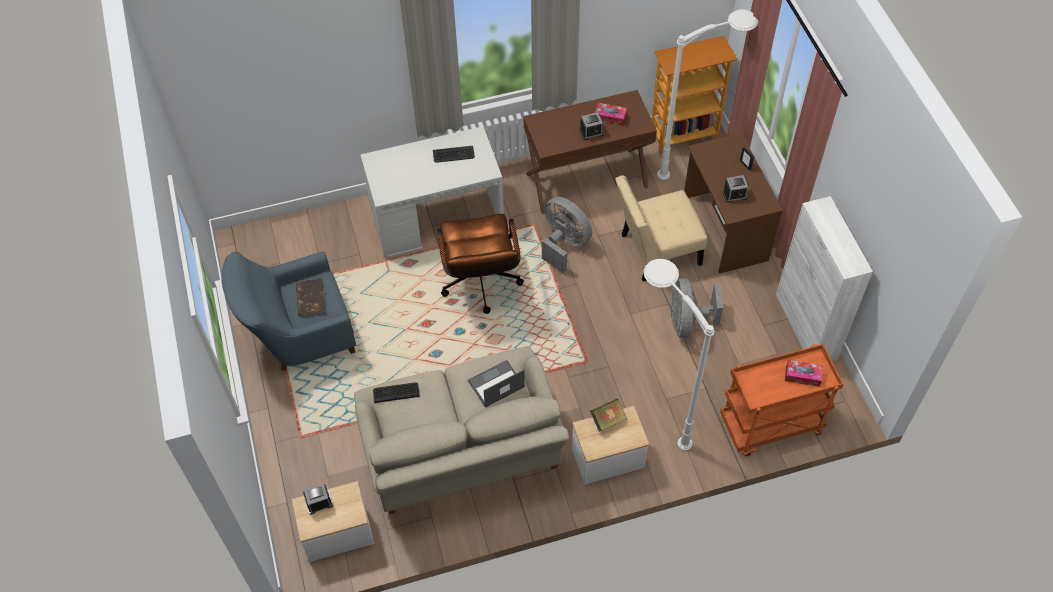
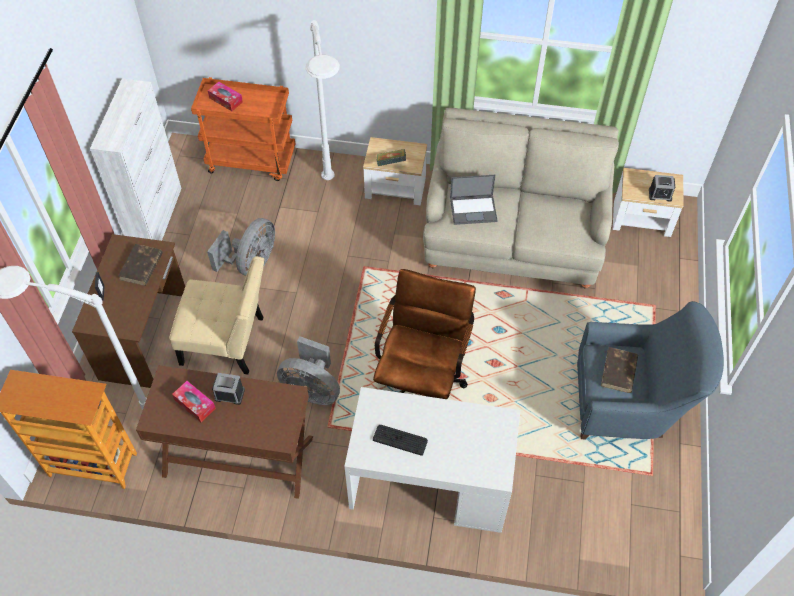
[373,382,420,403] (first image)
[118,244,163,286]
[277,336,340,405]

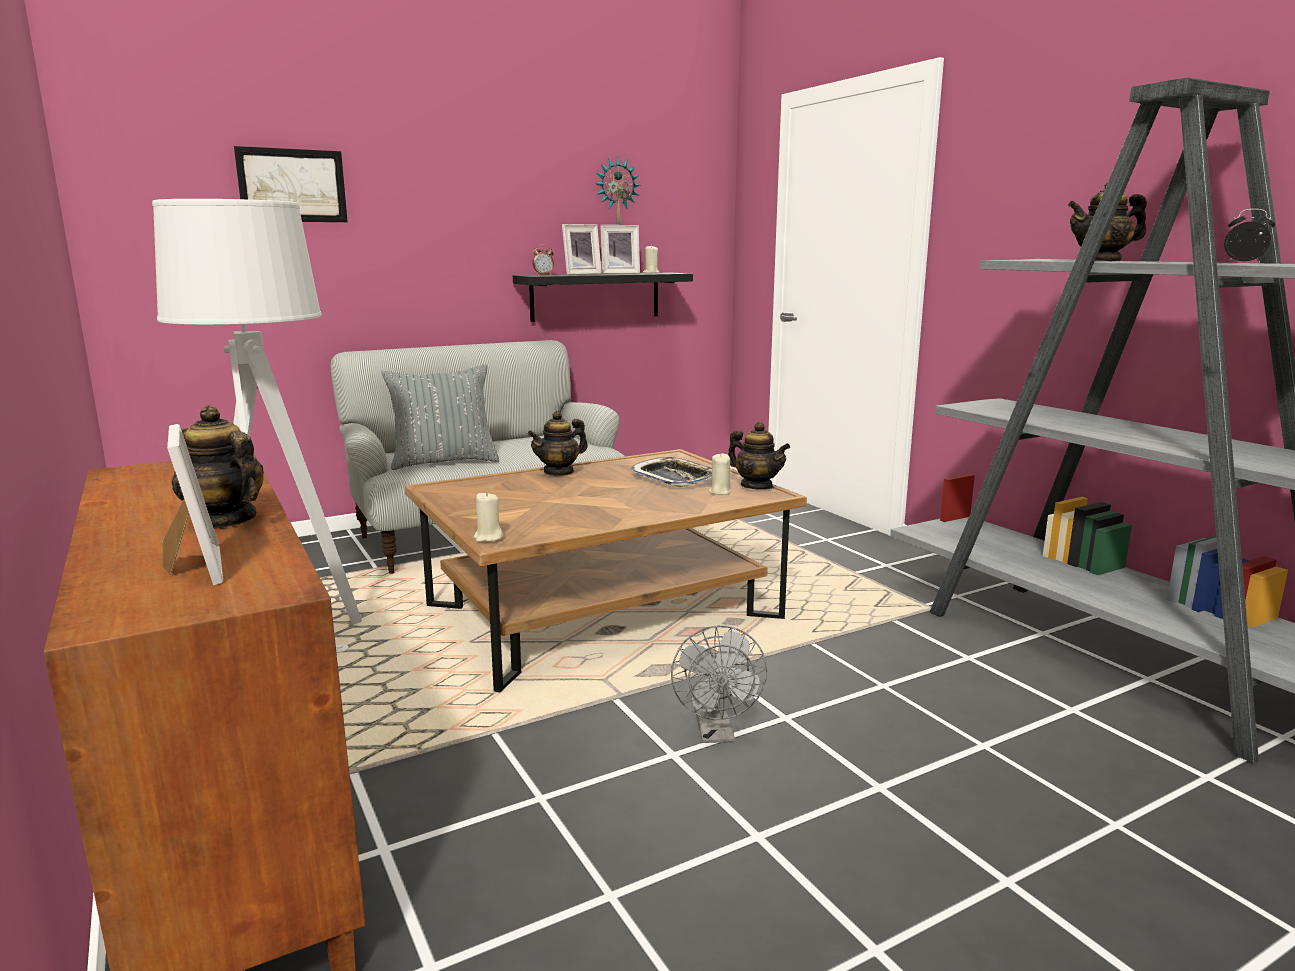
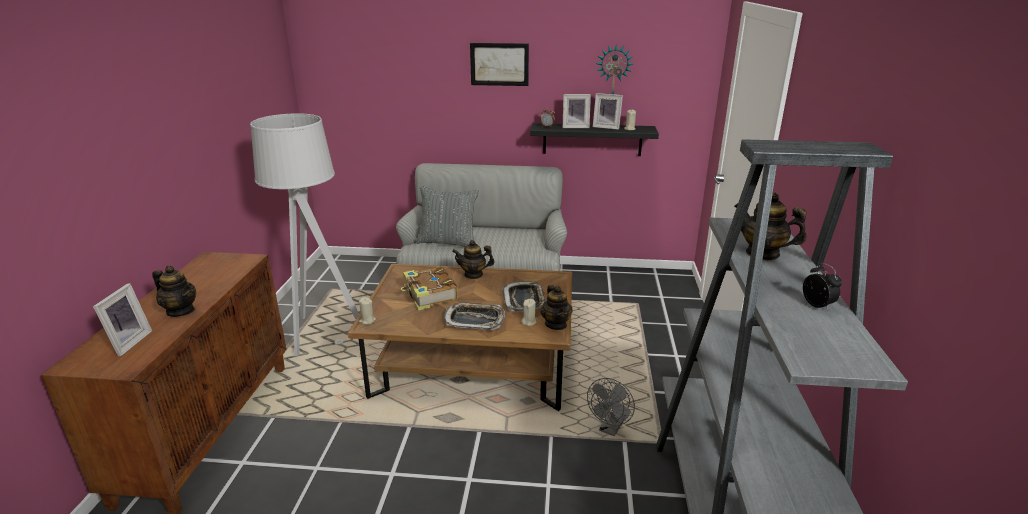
[401,266,458,310]
[444,303,505,330]
[470,43,529,86]
[587,378,635,436]
[152,265,196,317]

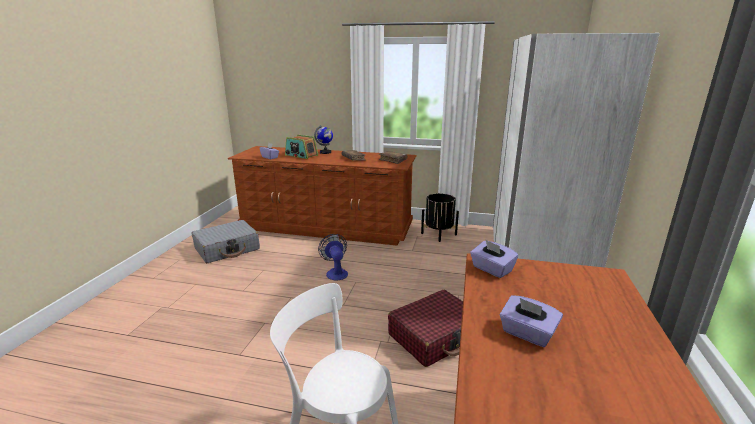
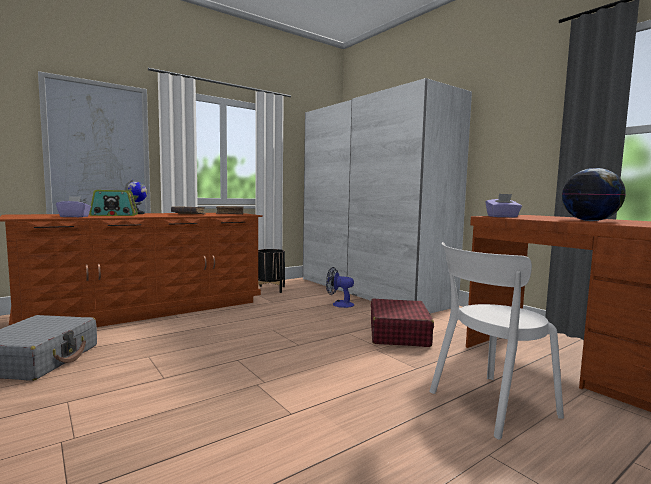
[38,71,151,214]
[326,267,354,308]
[562,168,626,221]

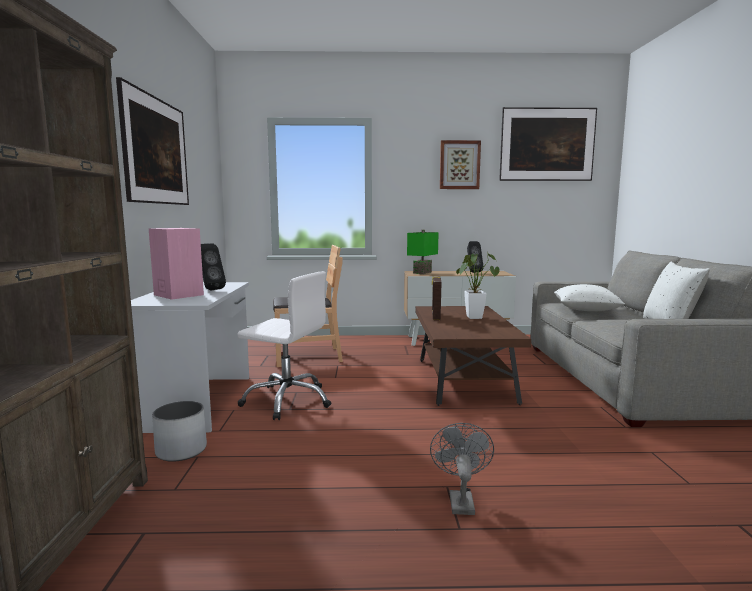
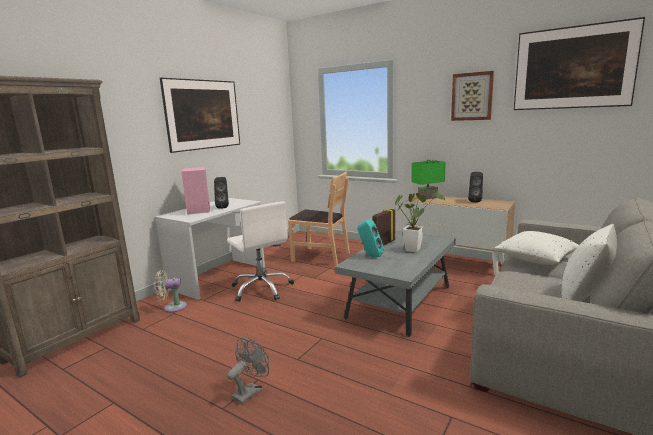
[357,219,384,257]
[154,270,187,313]
[335,230,456,337]

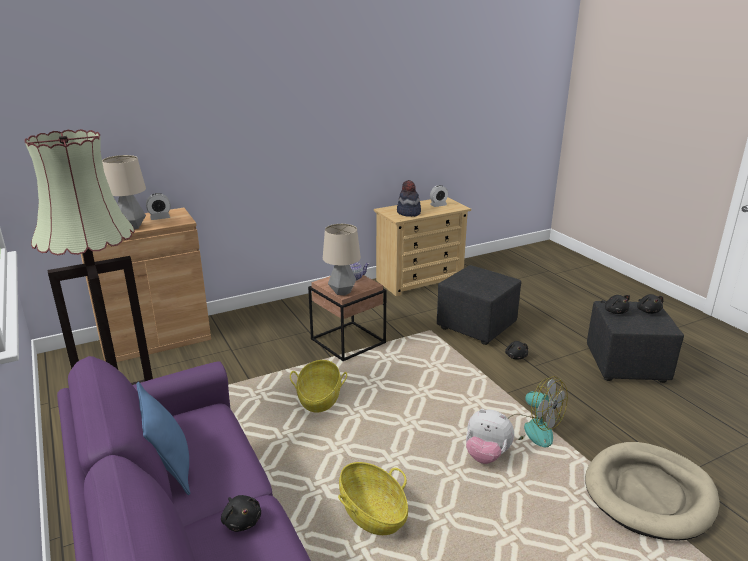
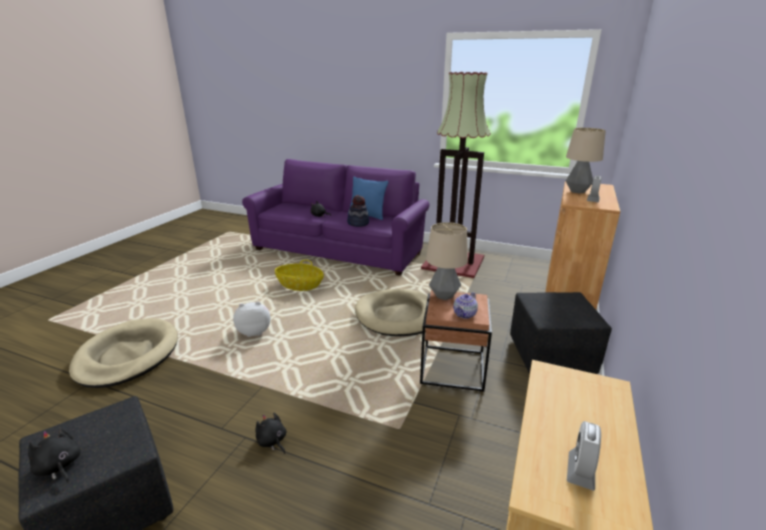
[508,376,568,447] (first image)
[600,295,630,314] (first image)
[347,195,369,227]
[510,292,612,374]
[355,289,428,336]

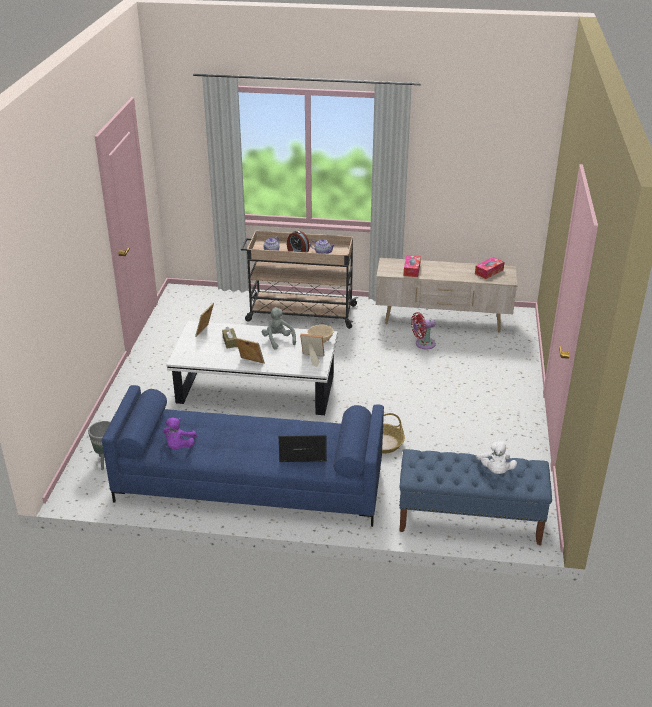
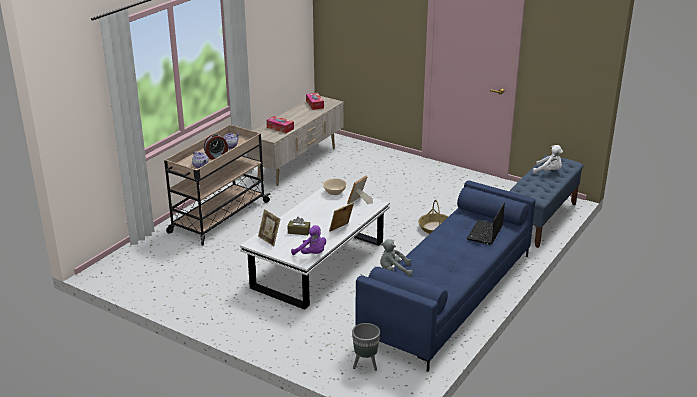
[411,312,436,349] (first image)
[291,225,326,255]
[380,239,413,277]

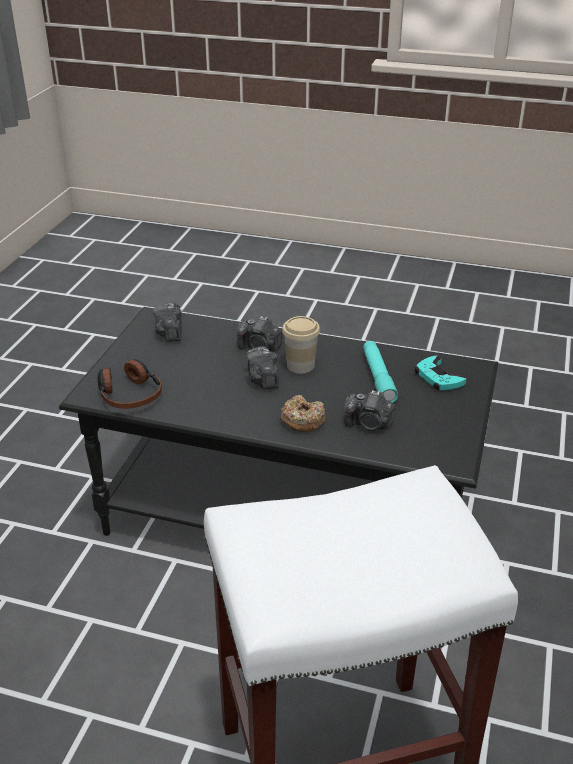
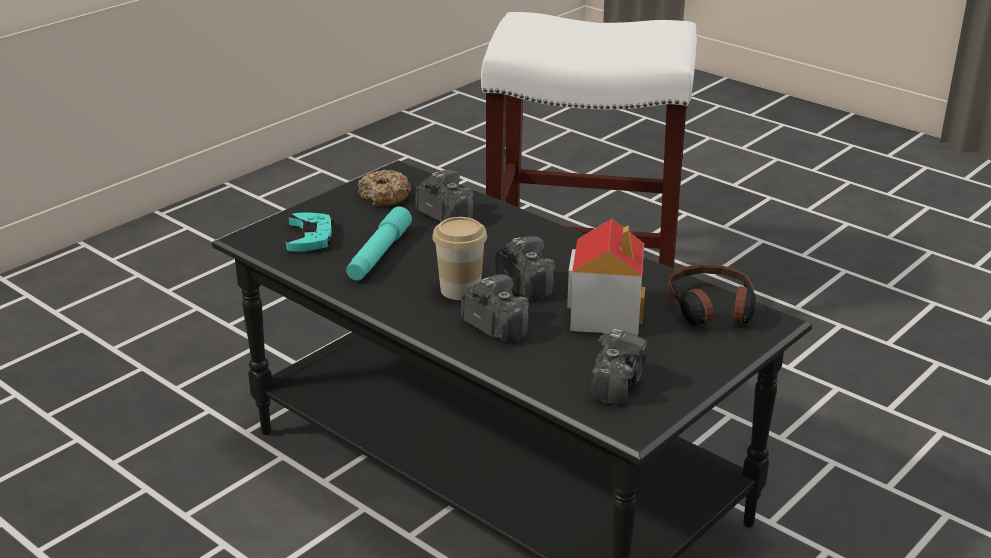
[567,219,645,336]
[358,169,411,207]
[495,236,555,301]

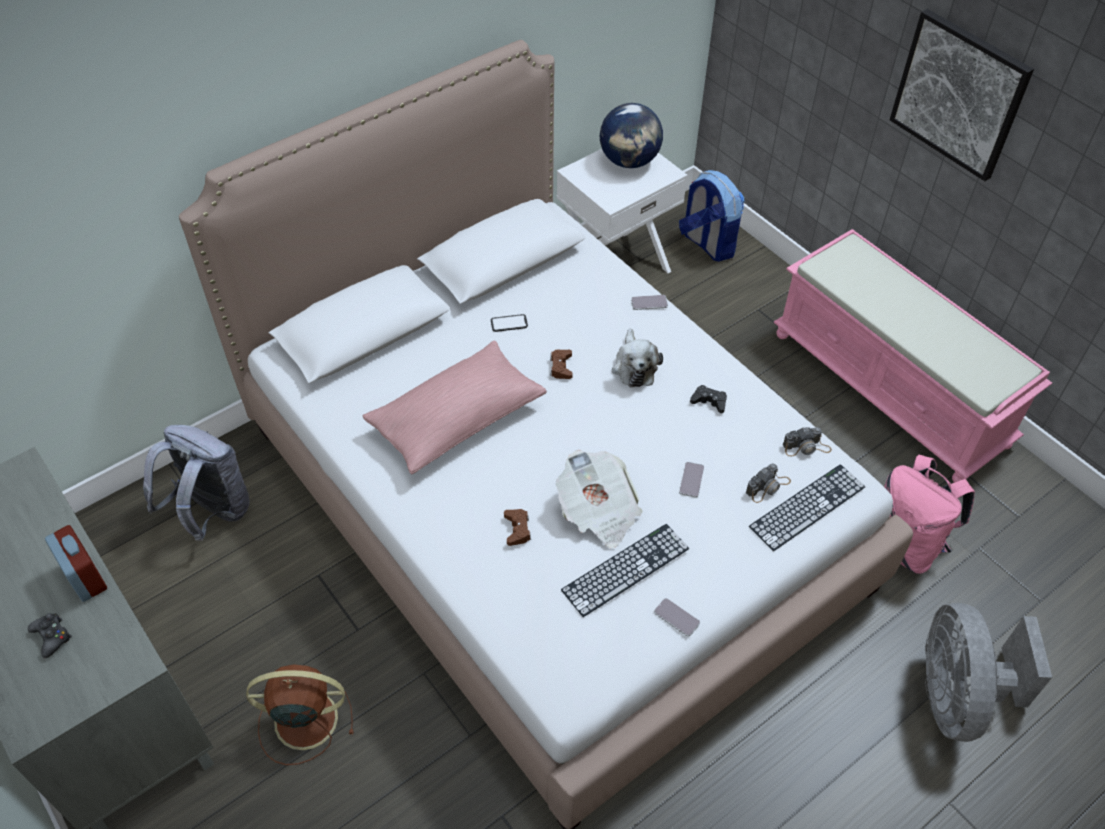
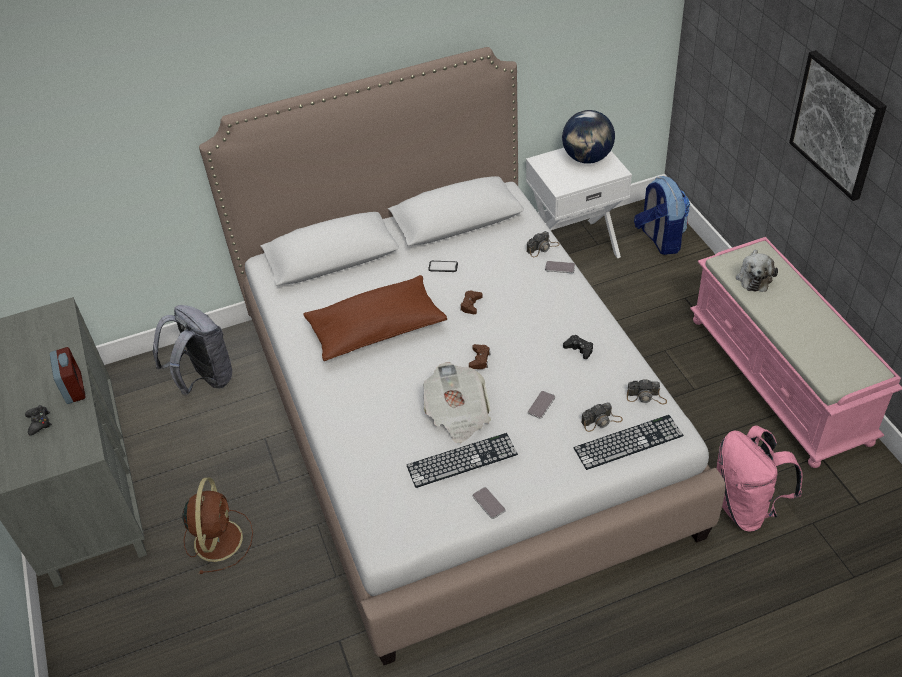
[925,603,1052,742] (first image)
[527,231,560,257]
[469,344,491,369]
[736,250,778,292]
[303,275,447,361]
[182,478,253,574]

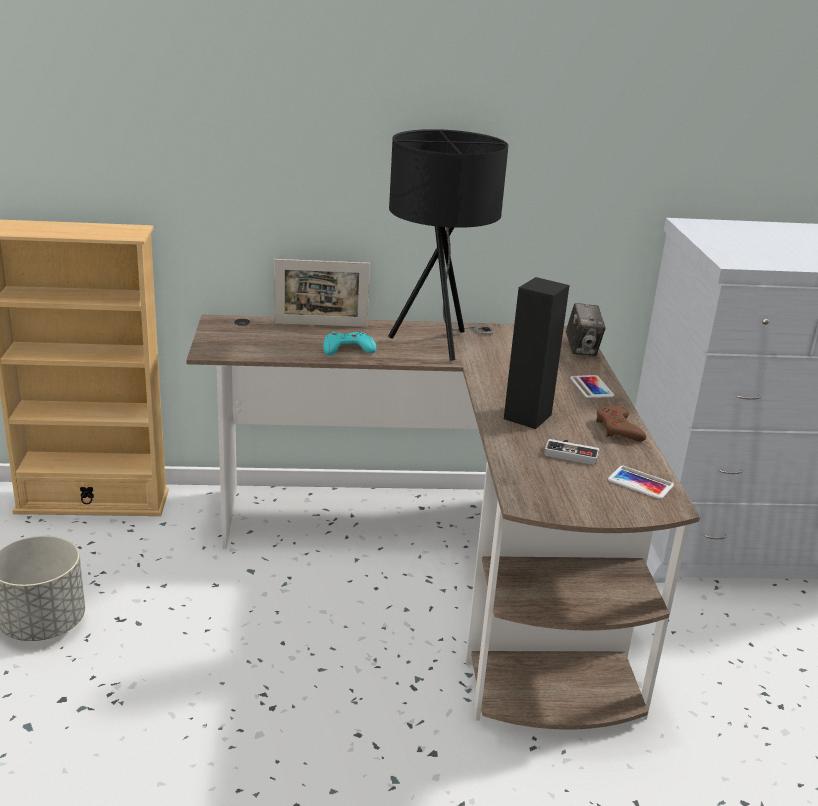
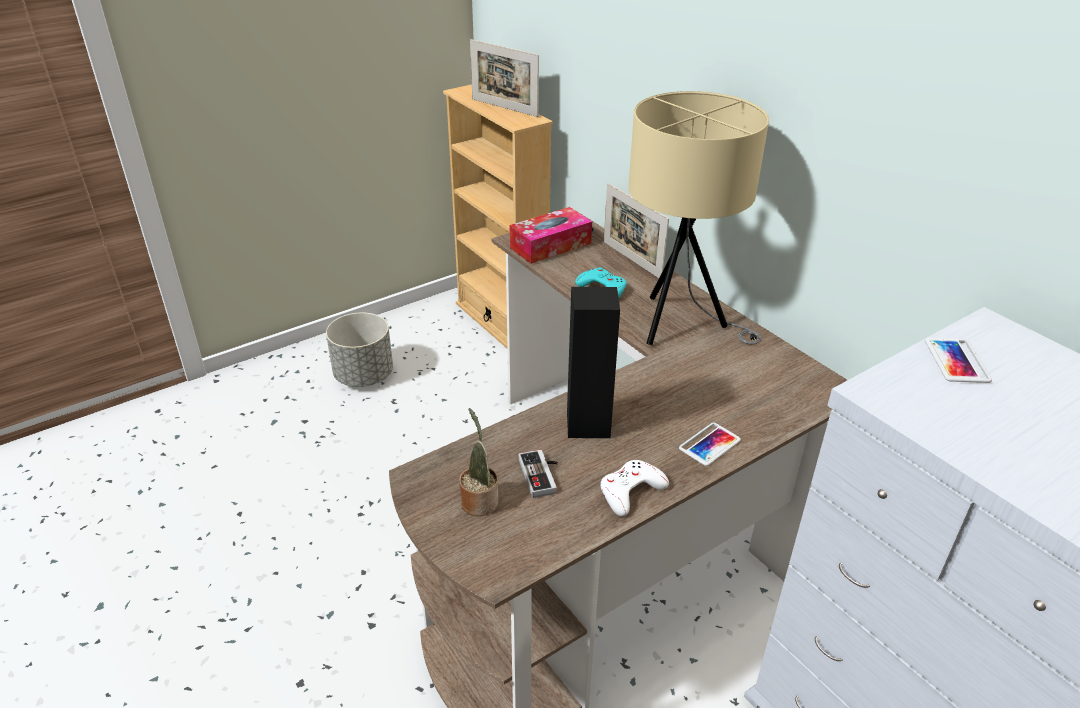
[566,303,606,356] (first image)
[459,408,498,516]
[470,39,539,117]
[509,207,592,264]
[925,338,992,383]
[628,91,769,345]
[601,460,669,516]

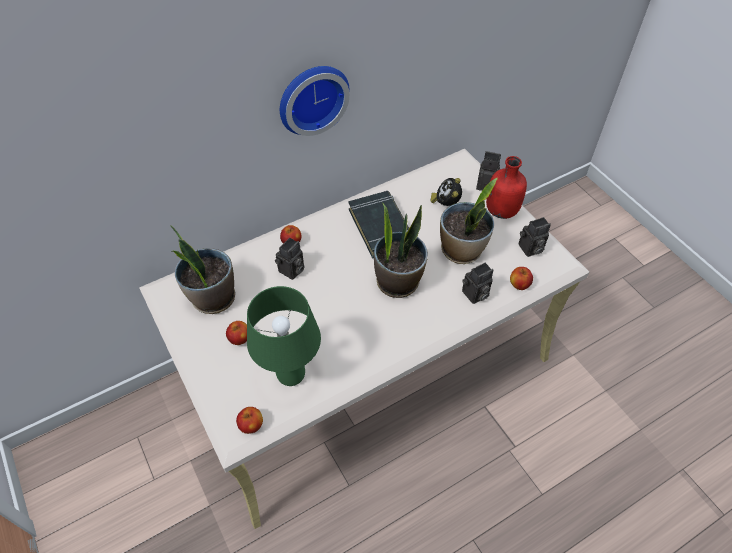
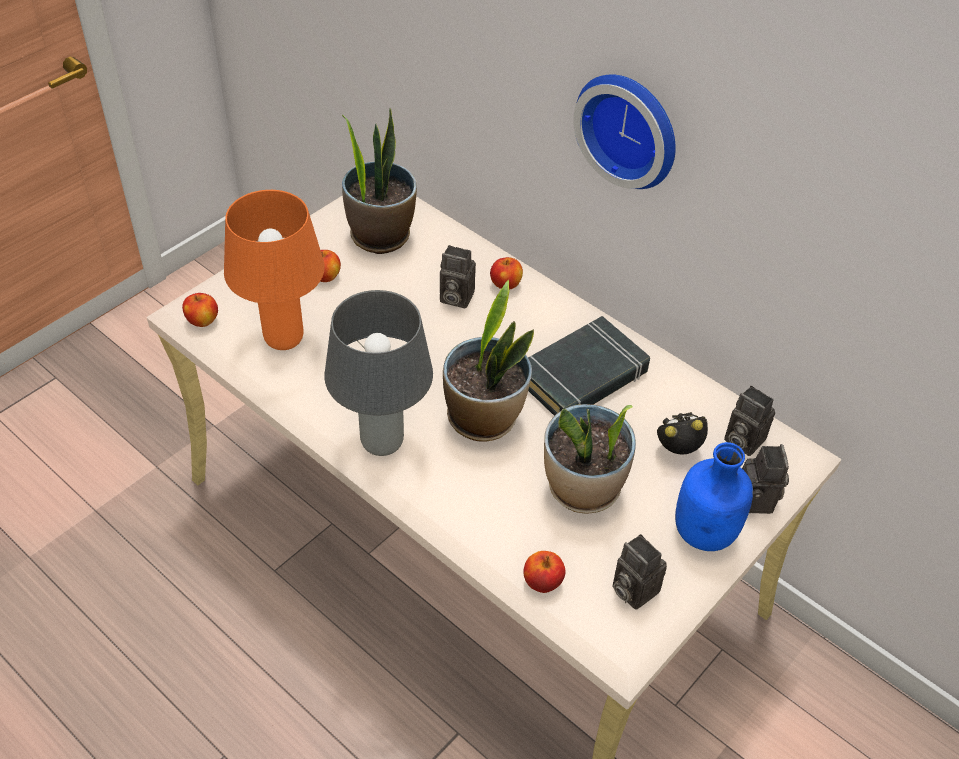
[324,290,433,456]
[724,386,775,456]
[224,190,325,350]
[675,442,753,551]

